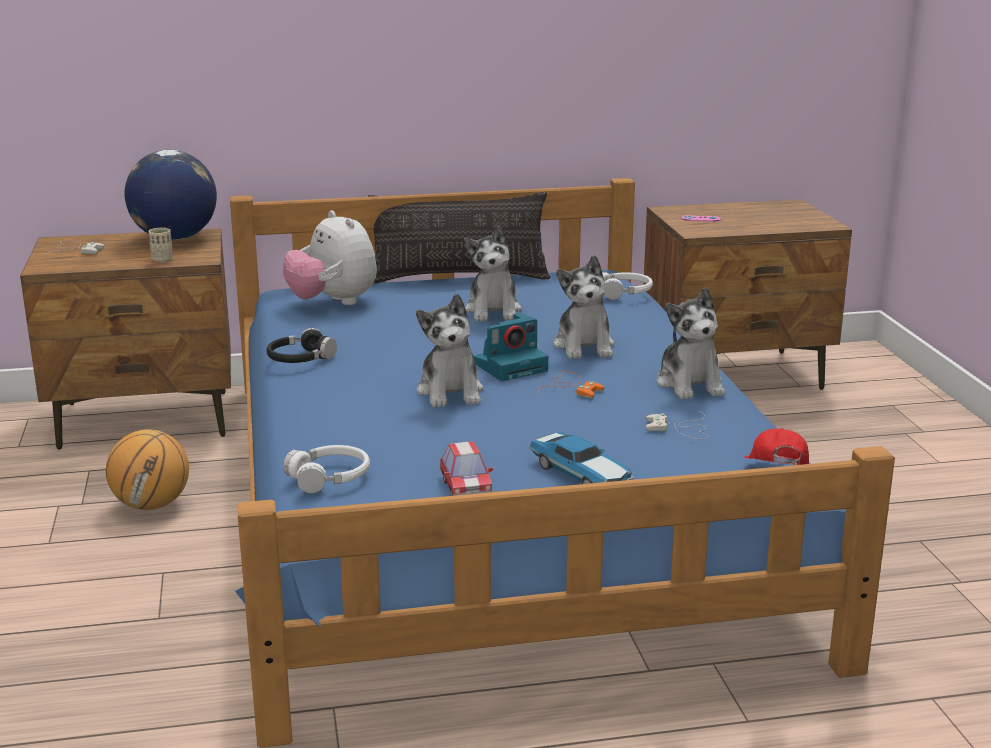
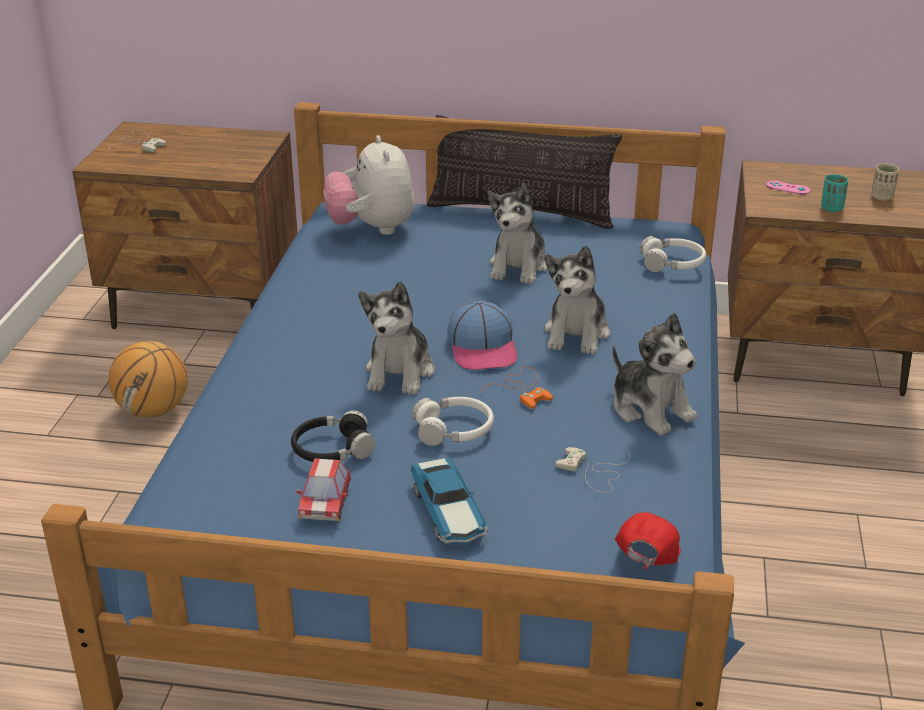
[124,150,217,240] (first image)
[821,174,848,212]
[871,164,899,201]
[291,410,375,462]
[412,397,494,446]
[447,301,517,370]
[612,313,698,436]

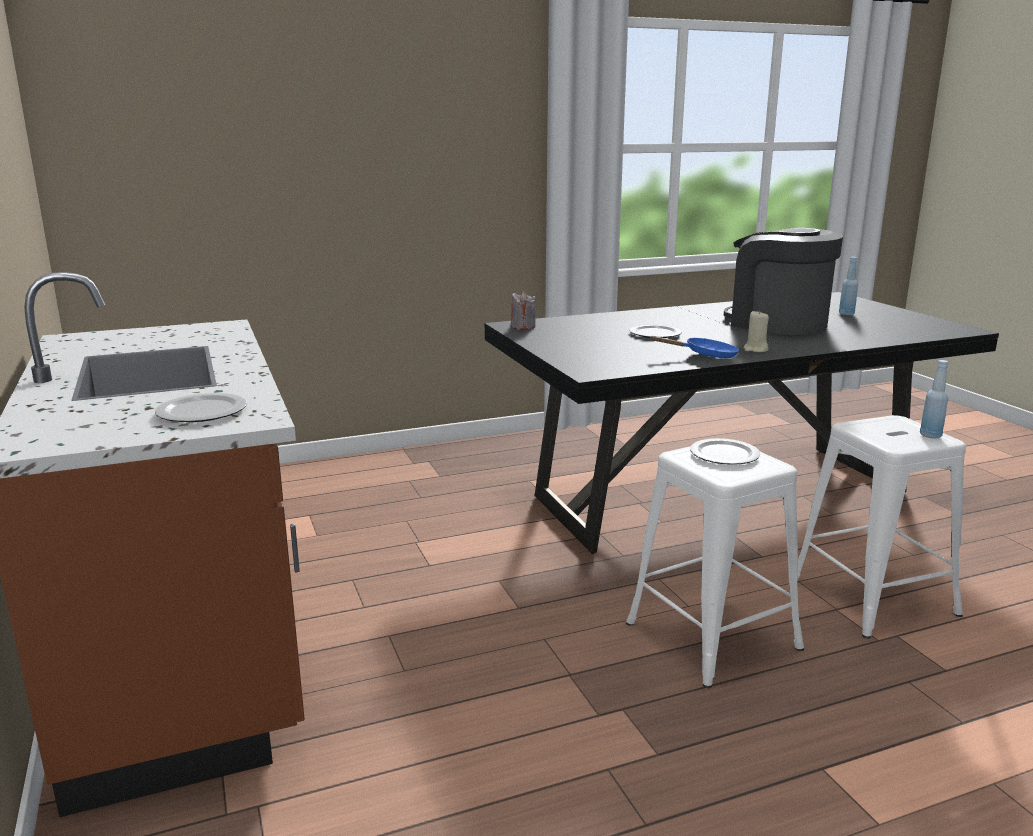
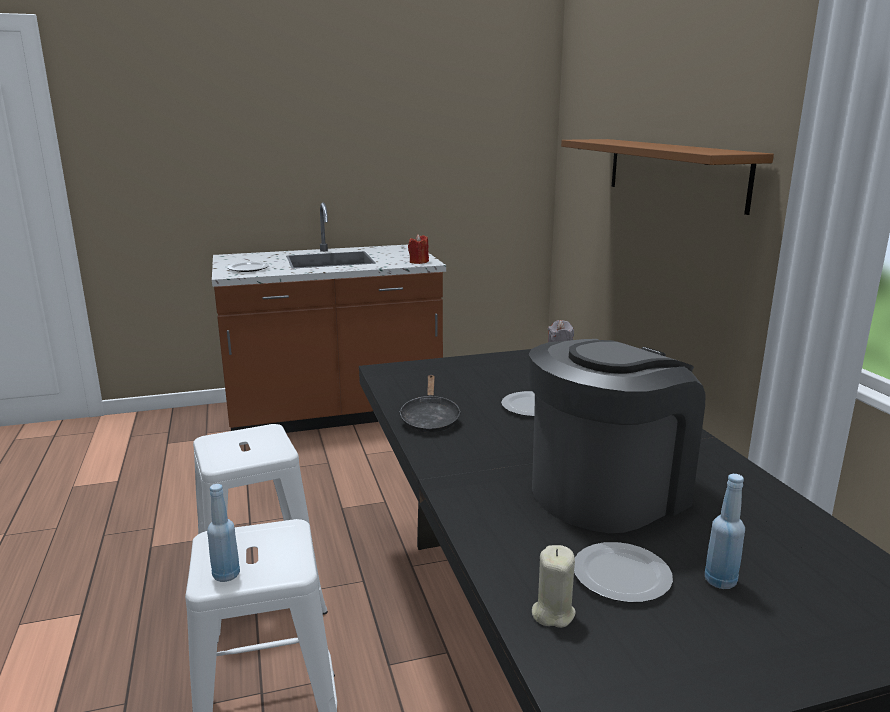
[408,234,429,264]
[561,139,774,215]
[574,542,673,603]
[532,545,576,628]
[399,375,461,433]

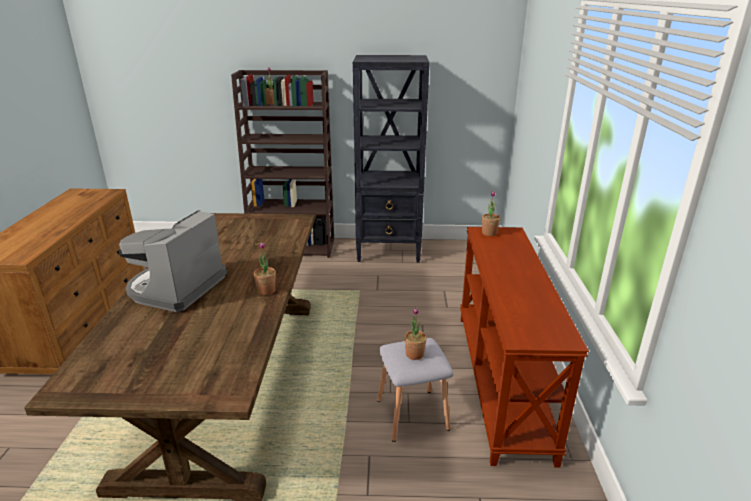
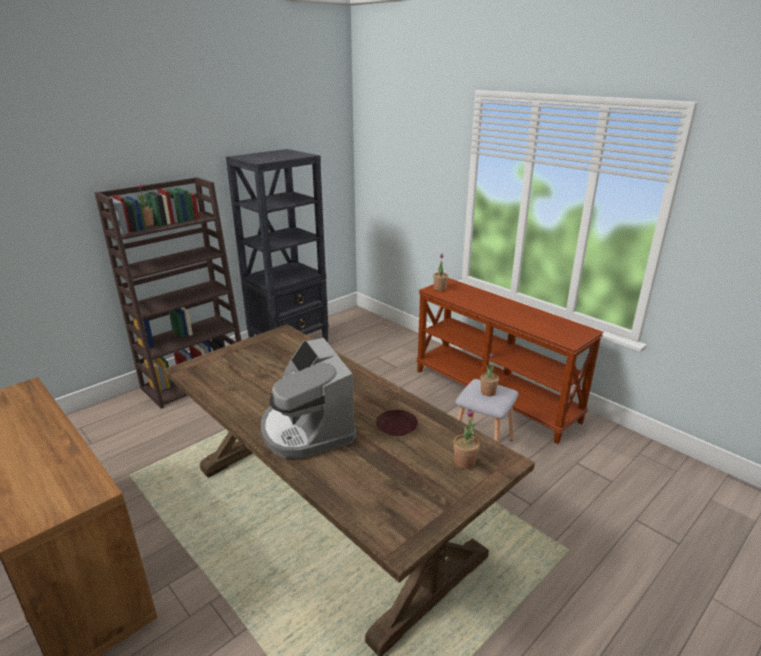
[376,410,418,436]
[454,409,480,469]

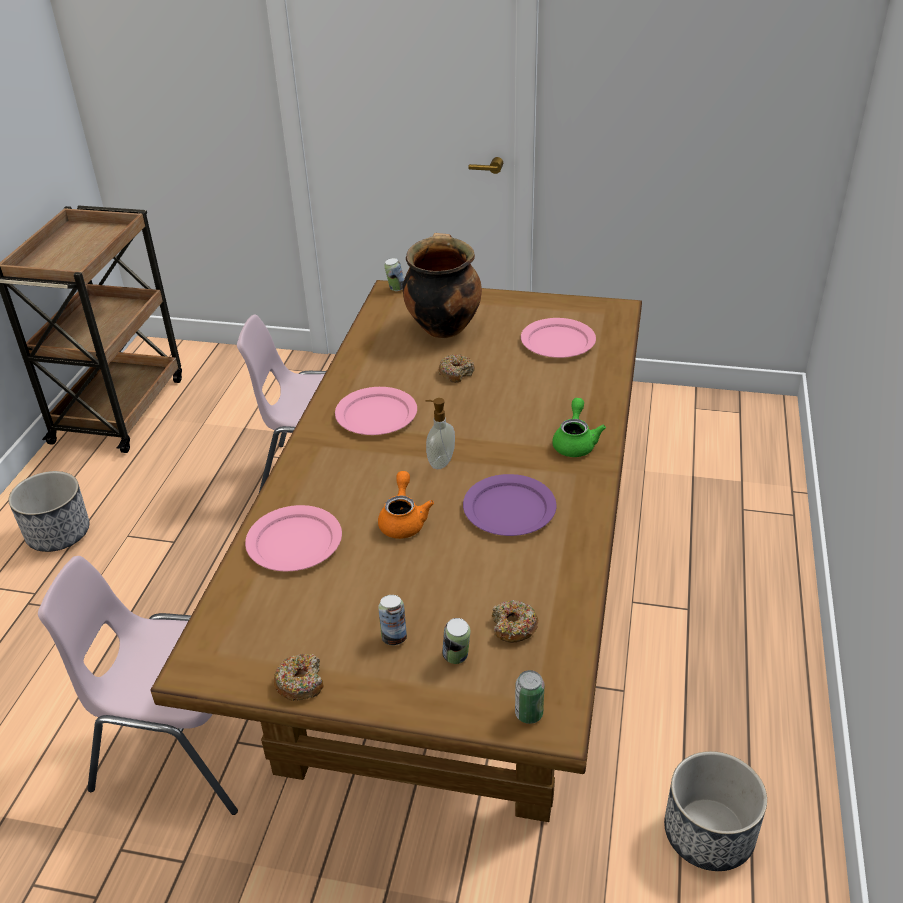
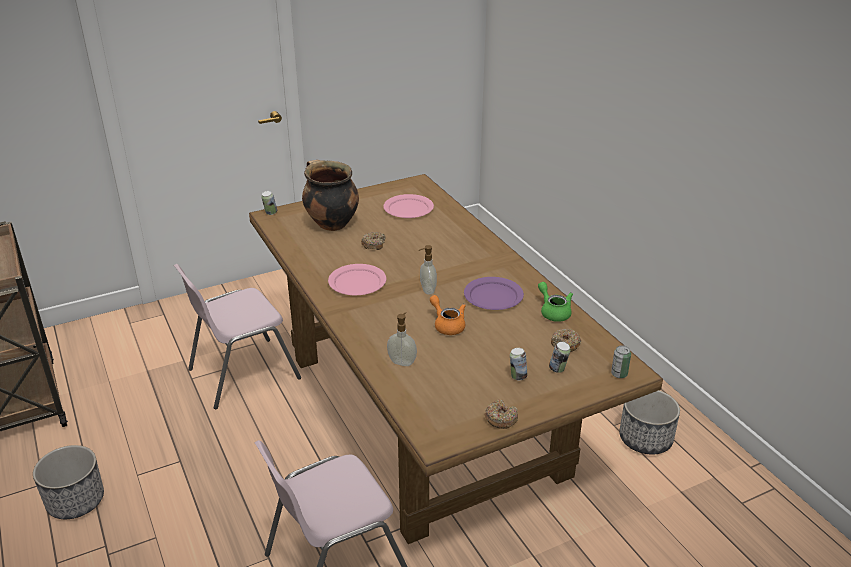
[538,282,573,322]
[387,312,417,366]

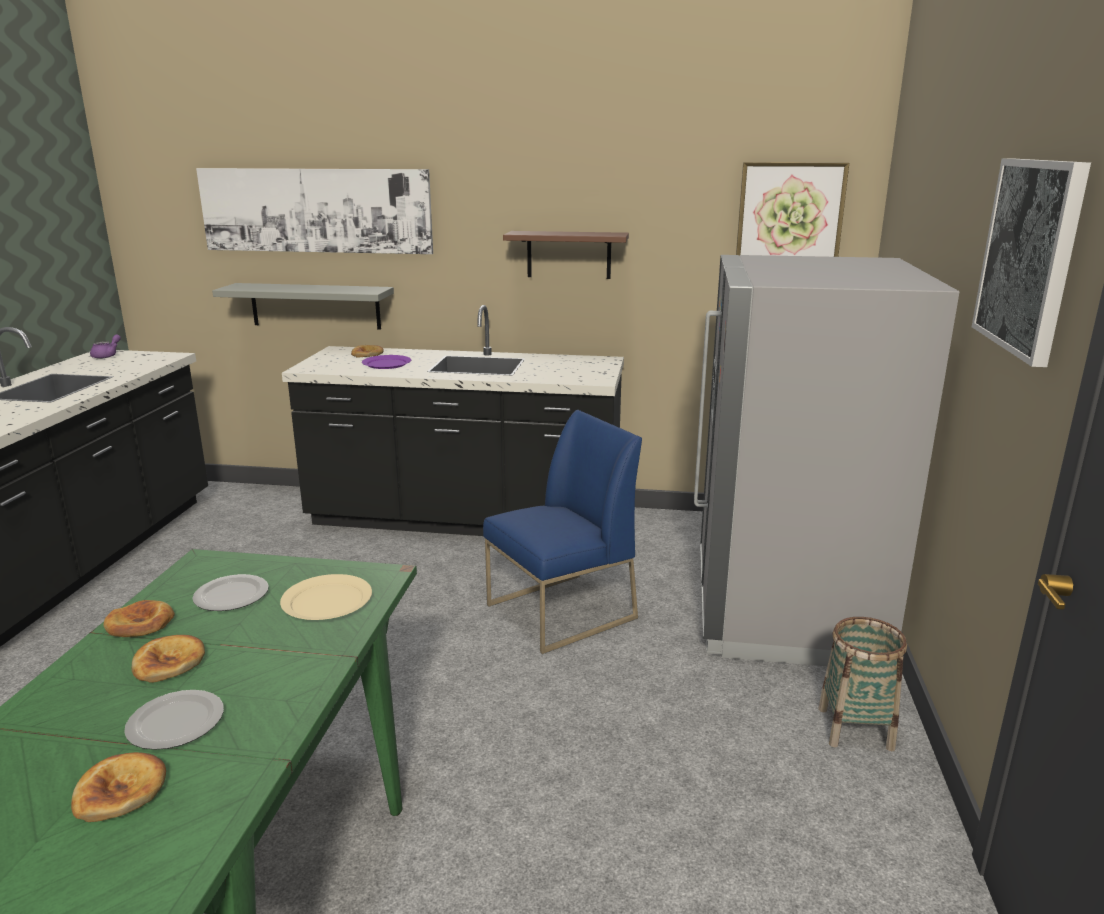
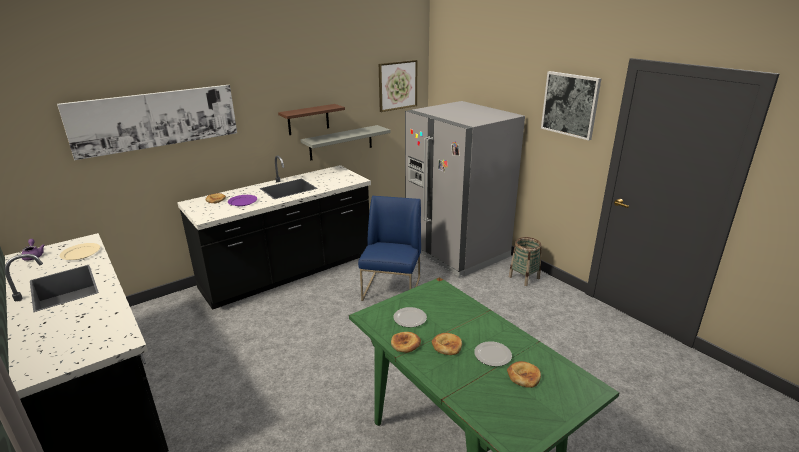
[300,125,391,160]
[60,243,100,260]

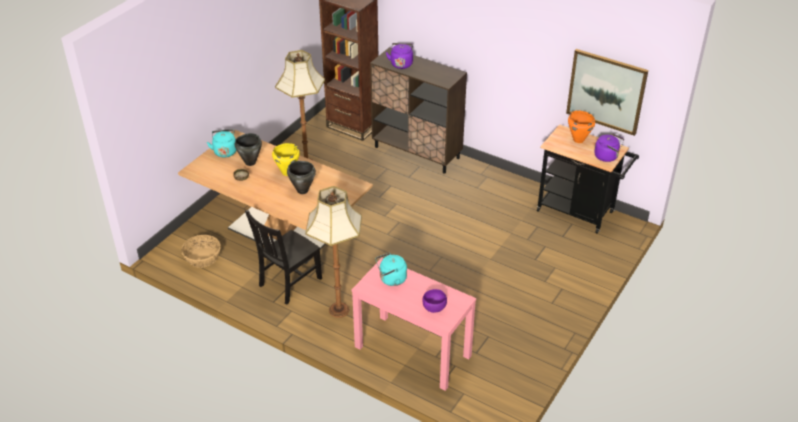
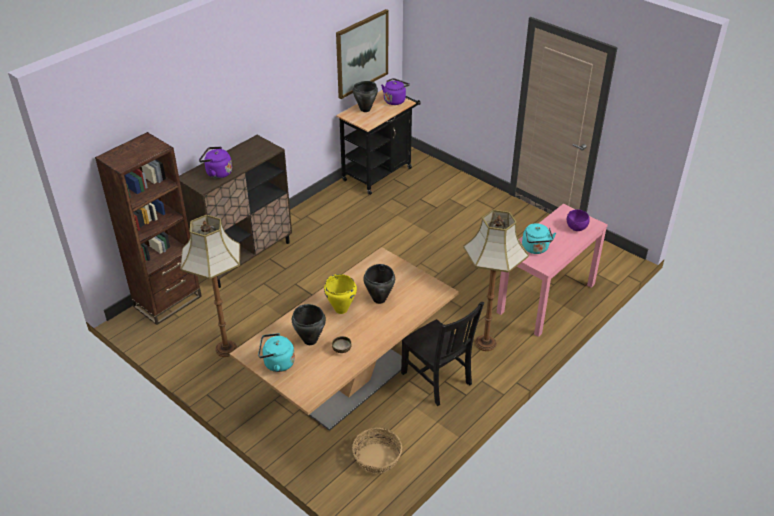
[353,81,378,112]

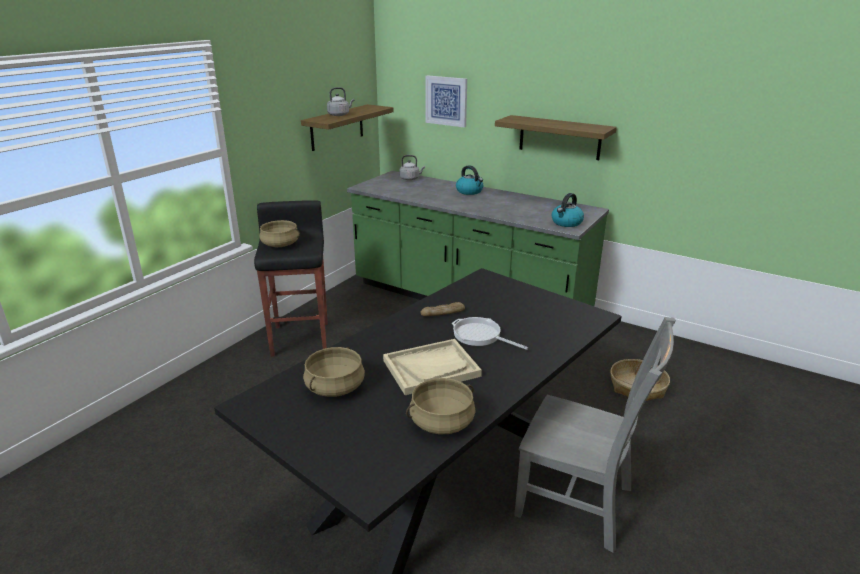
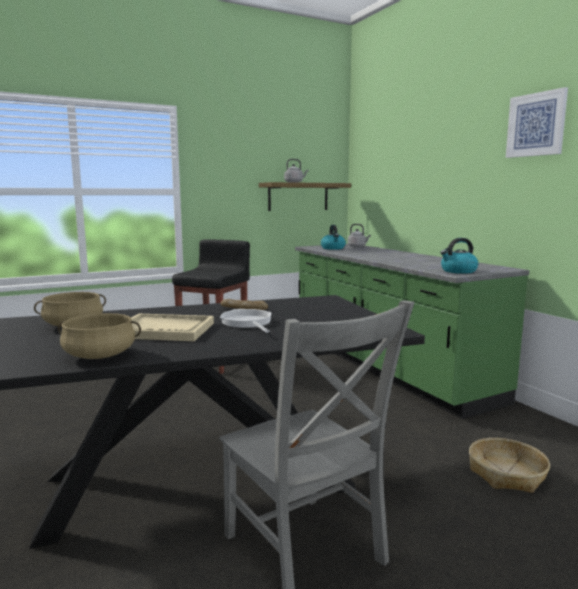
[259,220,300,247] (first image)
[495,115,617,160] (first image)
[506,87,568,158]
[321,225,346,250]

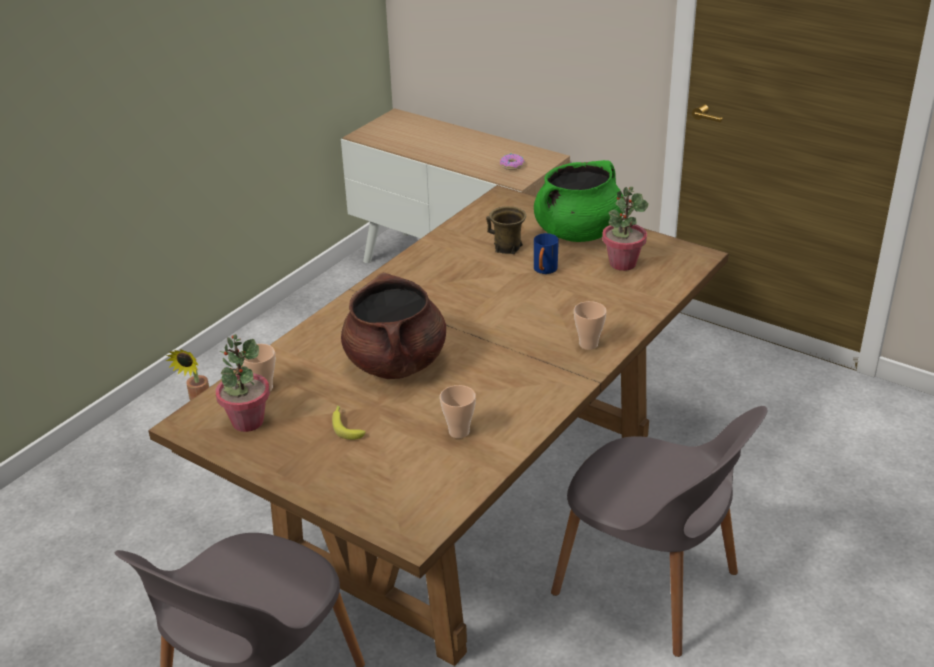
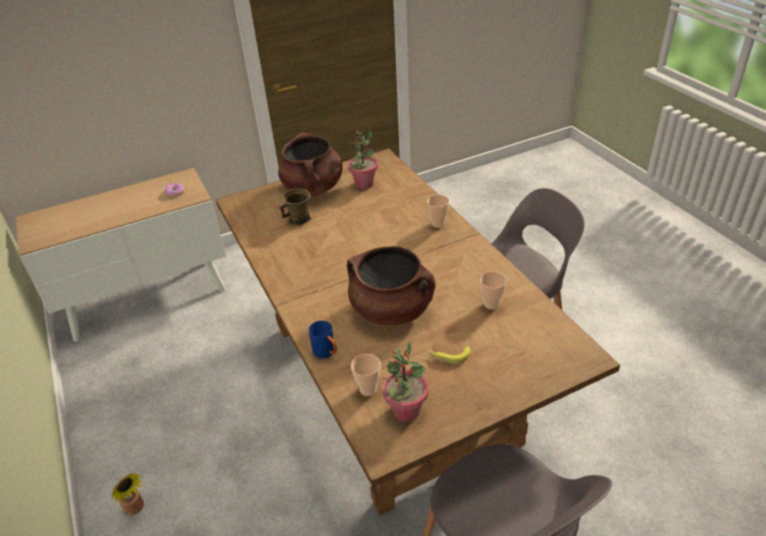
[309,321,337,359]
[278,133,343,196]

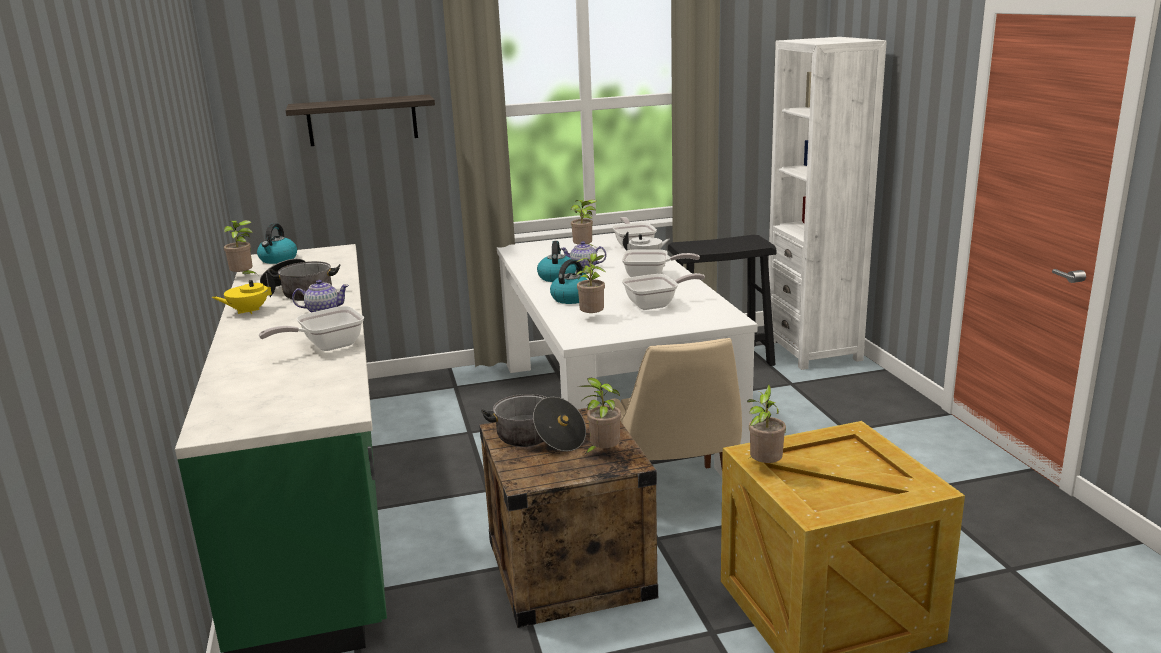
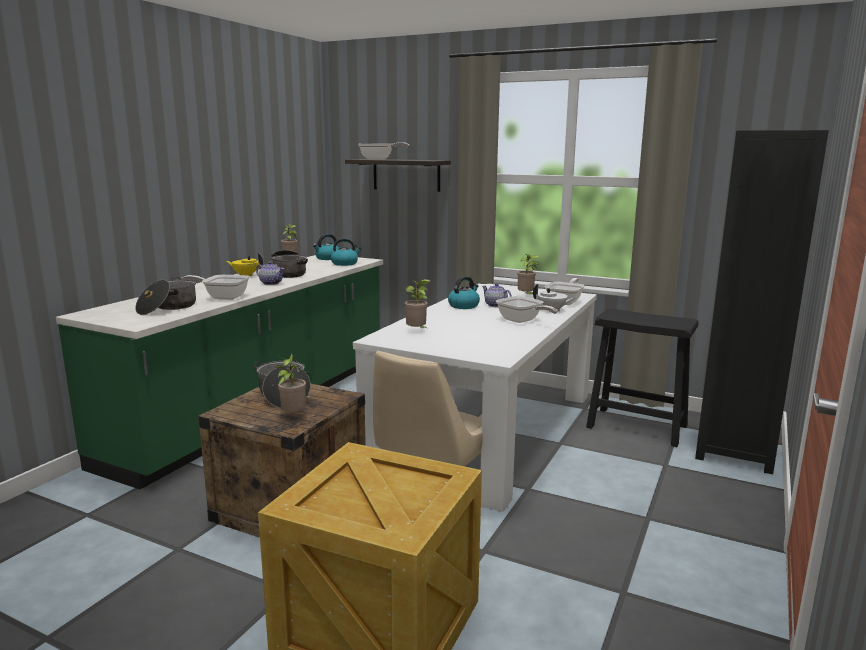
[747,384,786,463] (first image)
[135,277,196,315]
[331,238,362,266]
[358,142,409,160]
[695,130,829,474]

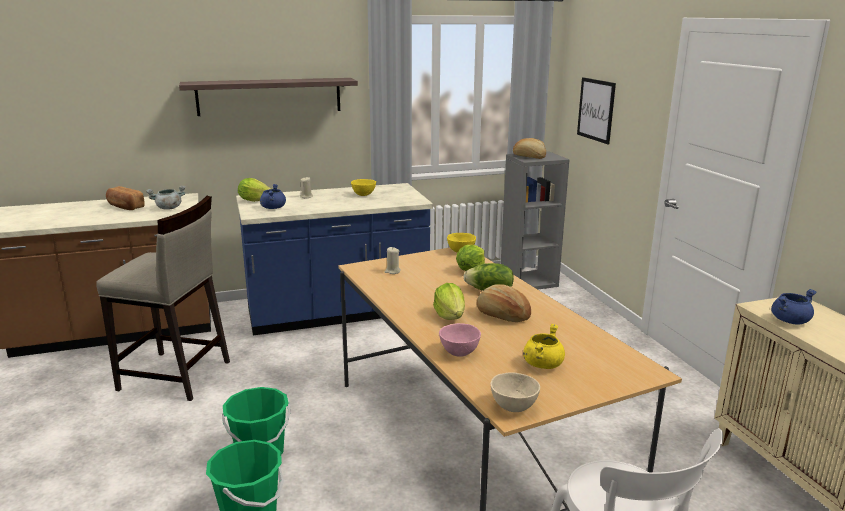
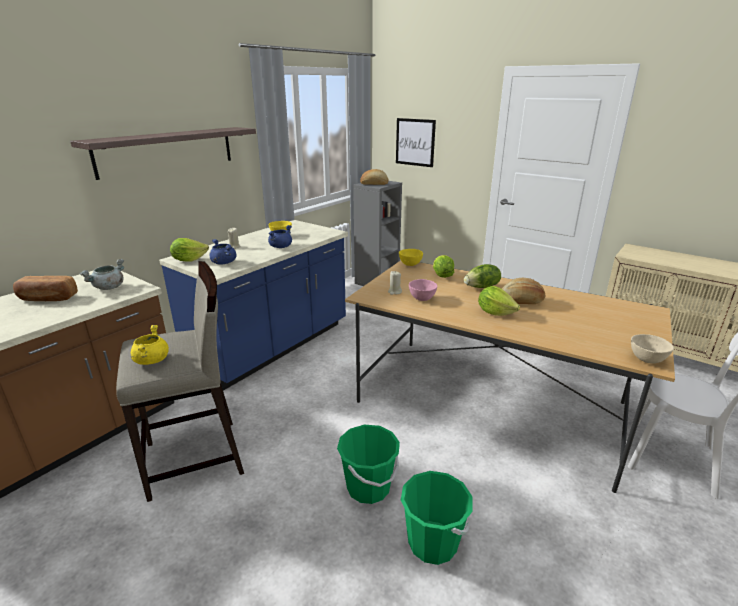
[409,279,437,301]
[131,325,169,365]
[268,225,292,248]

